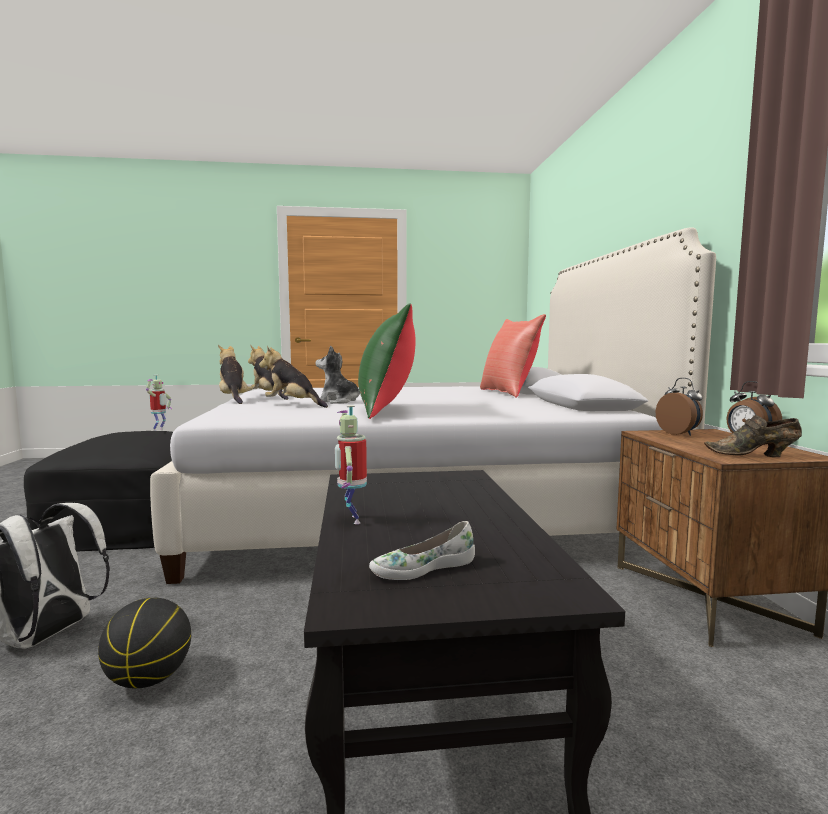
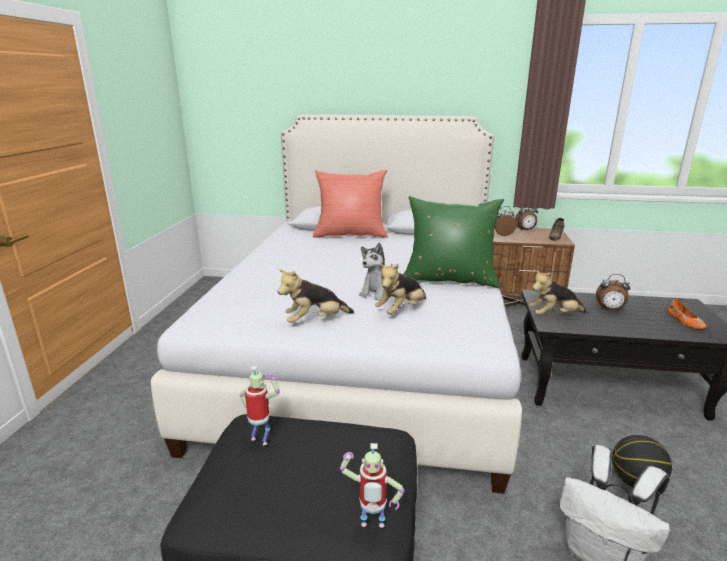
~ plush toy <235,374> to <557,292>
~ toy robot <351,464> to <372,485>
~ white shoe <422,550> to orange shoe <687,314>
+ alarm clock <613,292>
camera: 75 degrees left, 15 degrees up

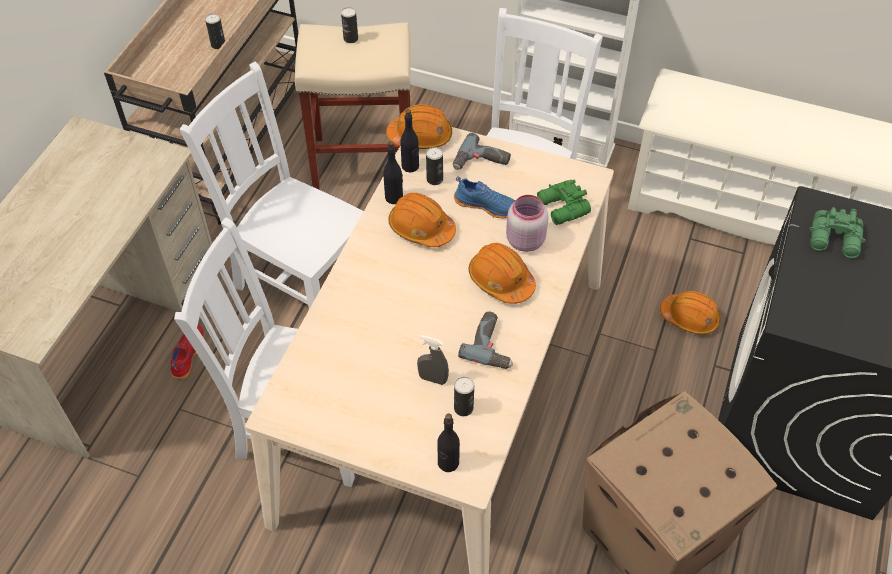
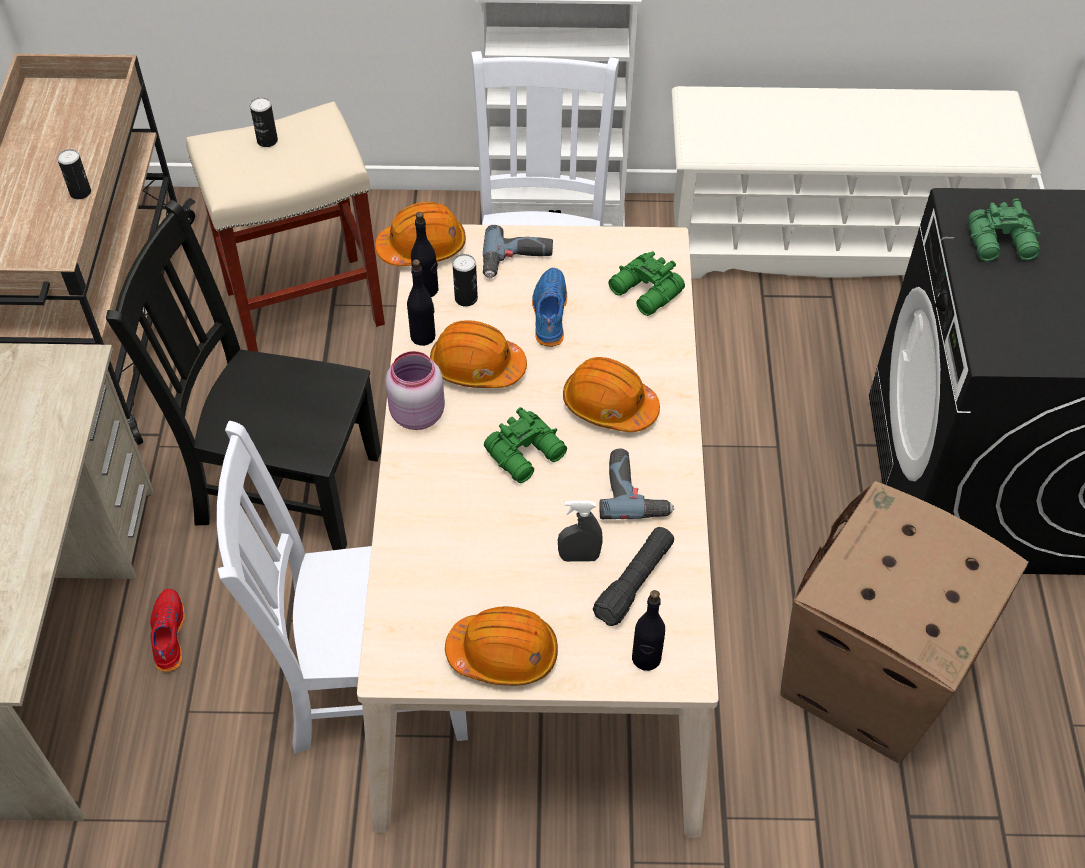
~ white chair <272,185> to black chair <243,375>
~ blue shoe <484,197> = <549,307> 90 degrees counterclockwise
~ can <464,396> to black flashlight <633,576>
~ pink jar <527,223> to <415,390>
~ orange hard hat <690,312> to <501,646>
+ green binoculars <525,445>
camera: 20 degrees left, 0 degrees up

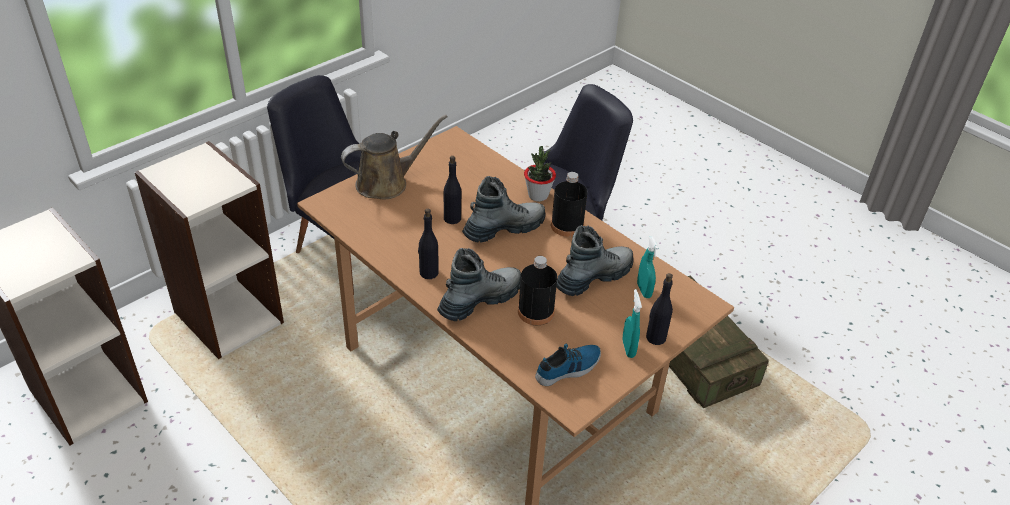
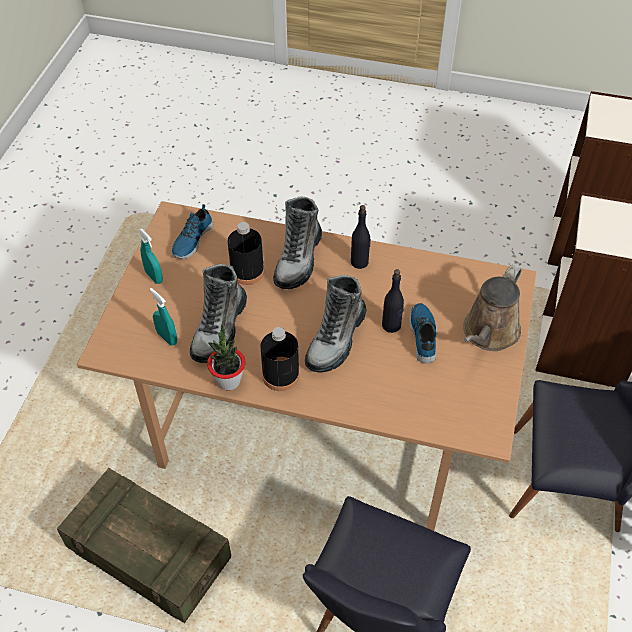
~ potted plant <540,174> to <226,356>
- black bottle <659,309>
+ shoe <423,333>
camera: 150 degrees right, 10 degrees up

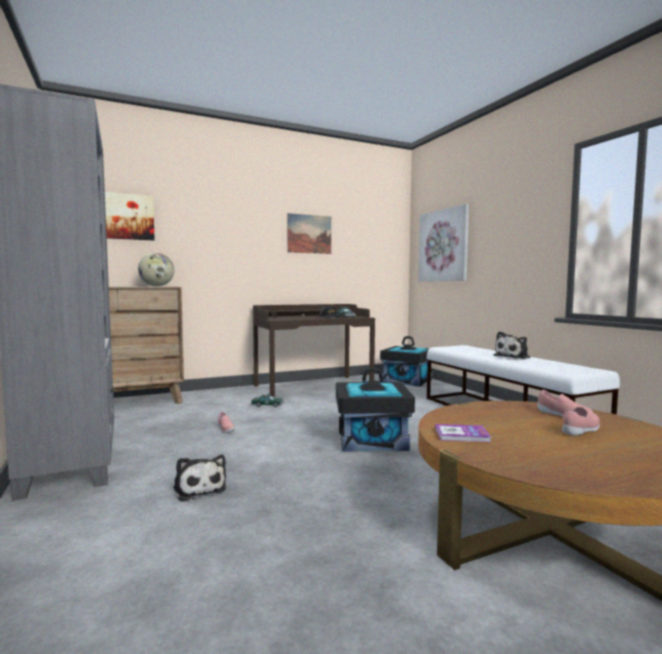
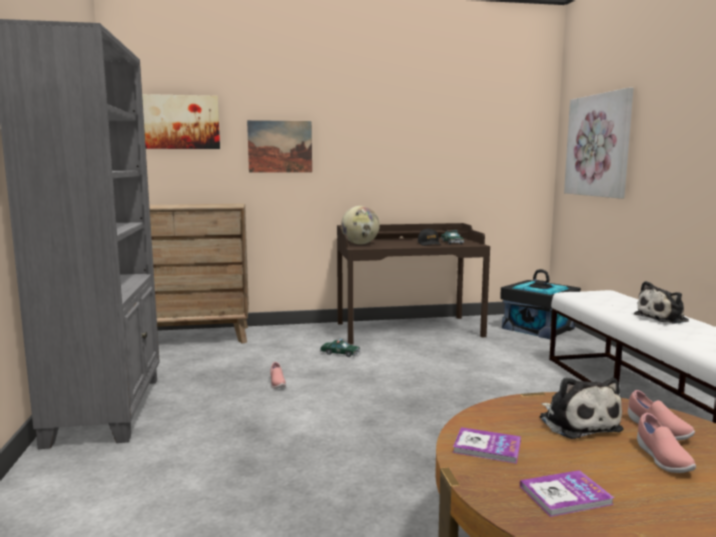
~ globe <156,270> to <360,225>
~ plush toy <200,478> to <582,408>
~ picture <309,233> to <279,146>
- black storage box <375,409>
~ pink shoe <581,421> = <666,443> 105 degrees clockwise
+ book <567,493>
camera: 15 degrees right, 5 degrees up

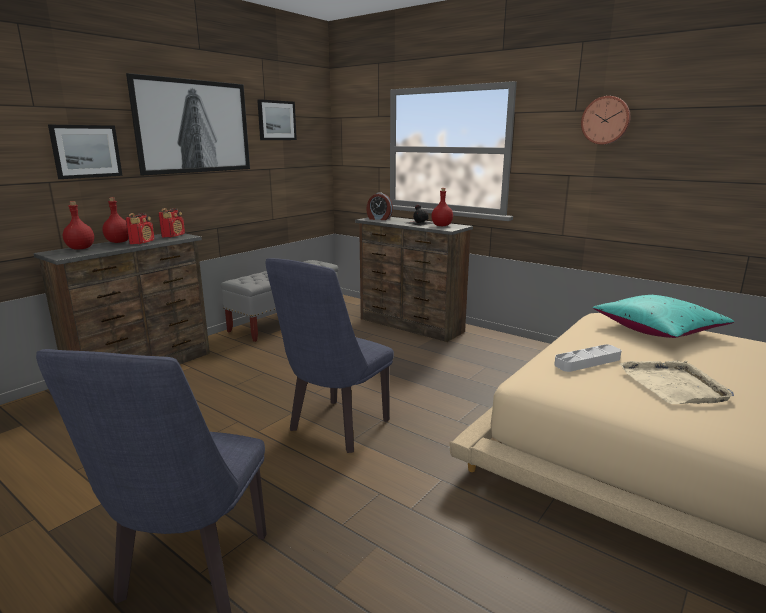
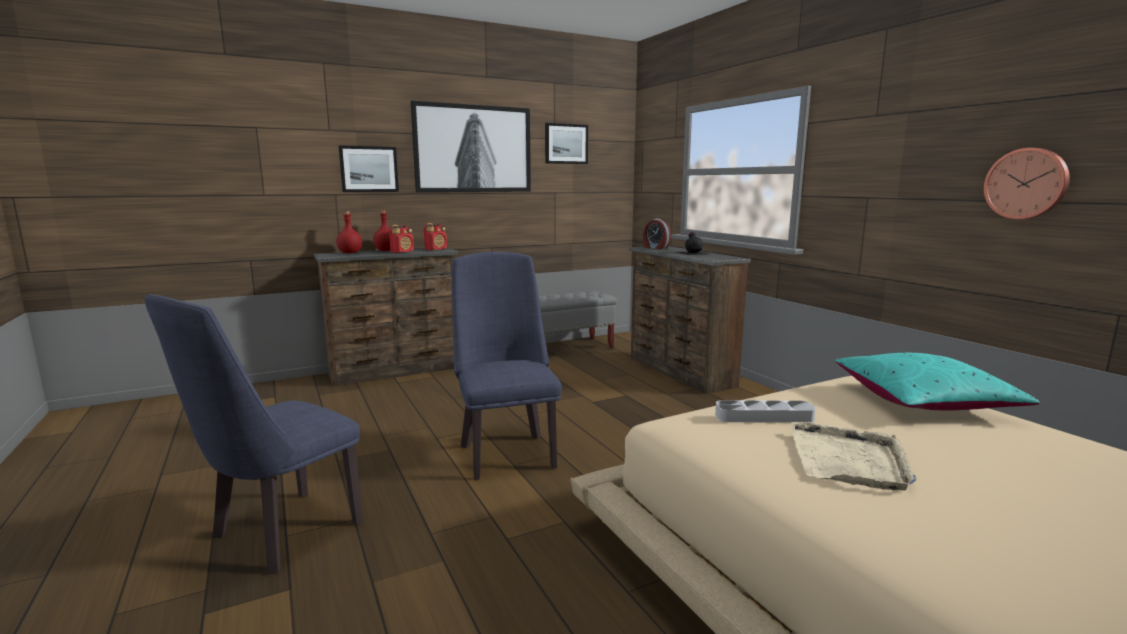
~ blue chair <330,355> = <507,366> 105 degrees clockwise
- red bottle <442,207>
~ wall clock <606,120> to <1027,184>
camera: 25 degrees right, 5 degrees down

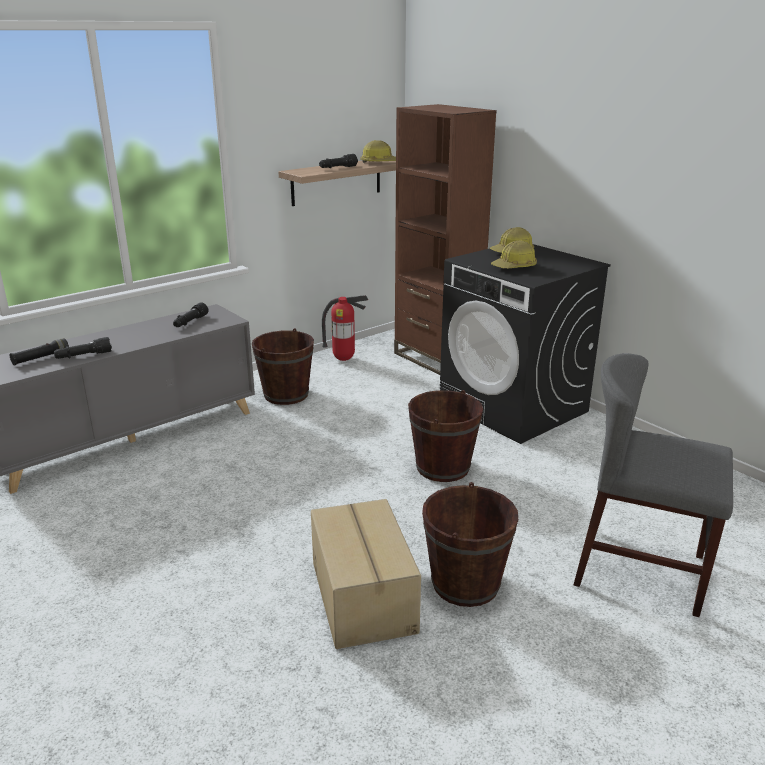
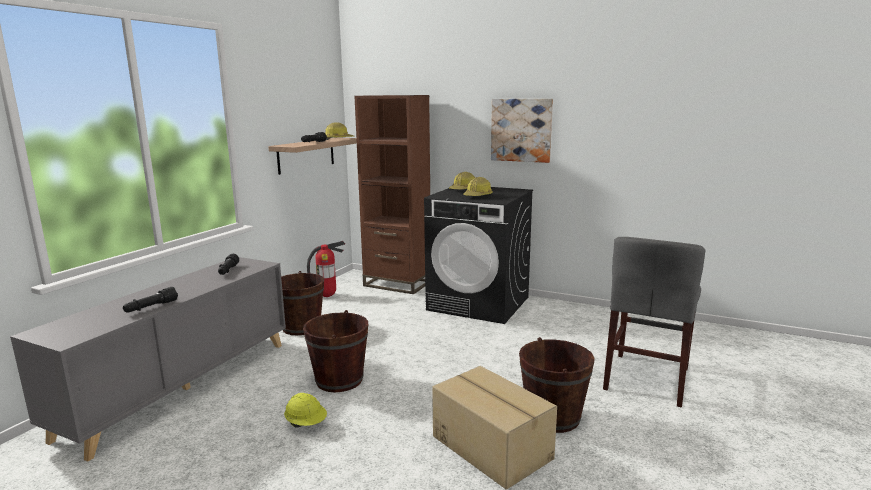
- black flashlight <39,351>
~ brown bucket <445,436> to <335,351>
~ grey chair <653,485> = <654,322> 60 degrees counterclockwise
+ yellow hard hat <305,410>
+ picture <522,131>
camera: 25 degrees left, 10 degrees down

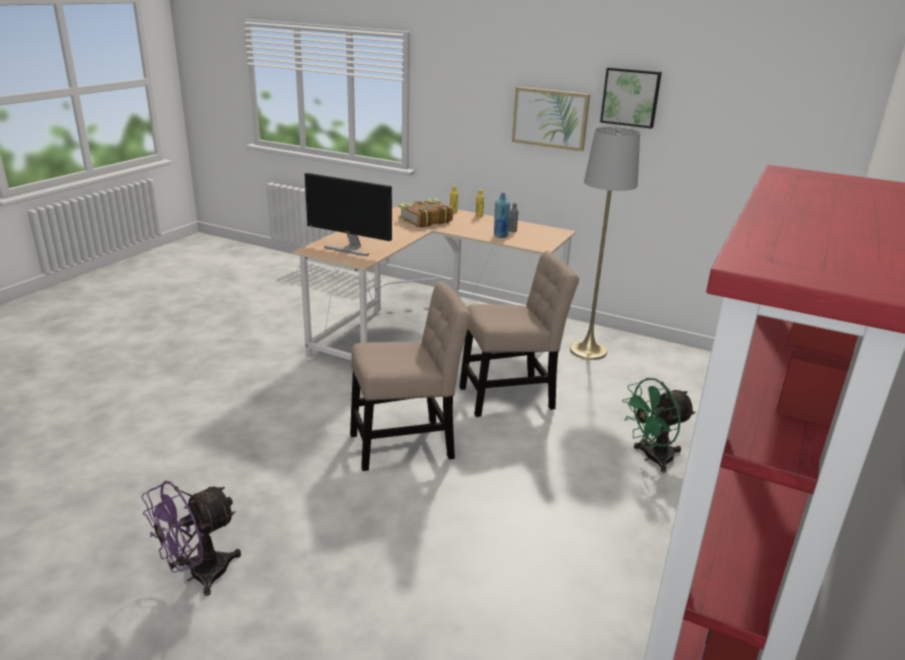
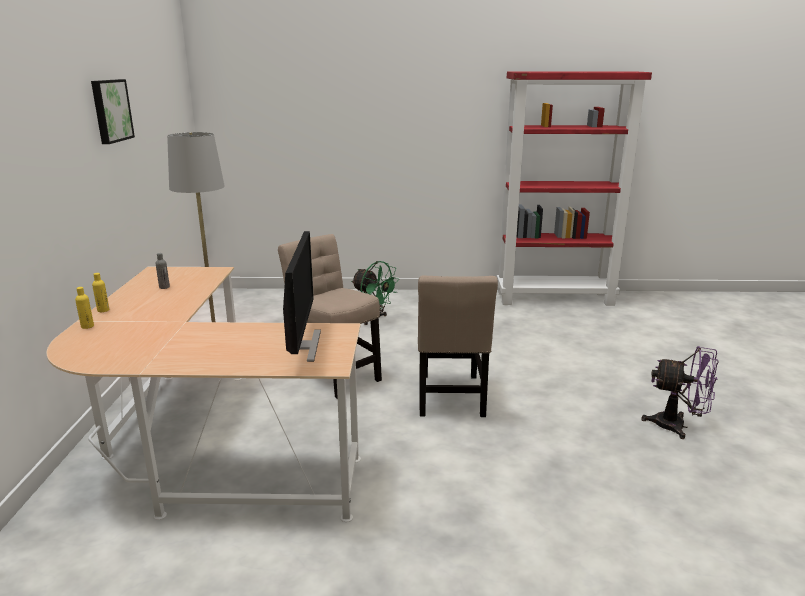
~ beige chair <410,376> = <458,346> 135 degrees counterclockwise
- book <425,213>
- blue bottle <502,215>
- picture <551,119>
camera: 115 degrees left, 5 degrees down

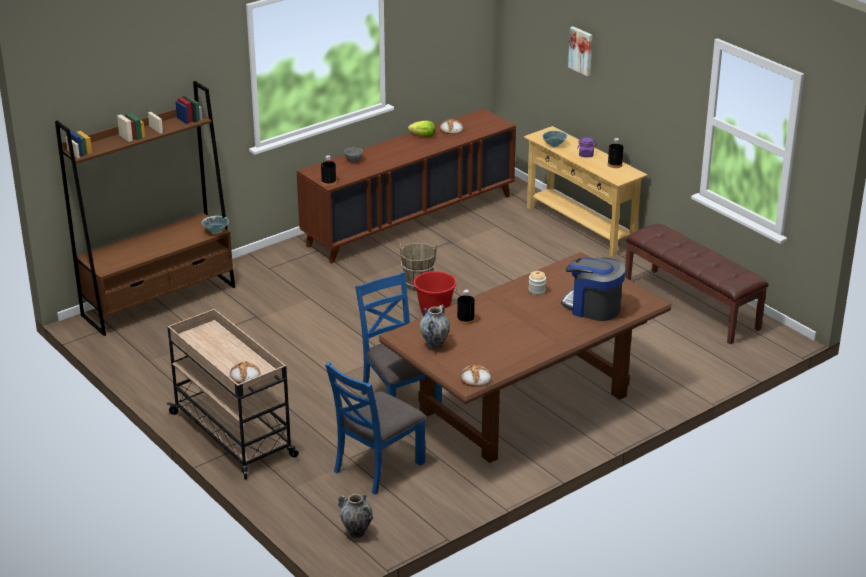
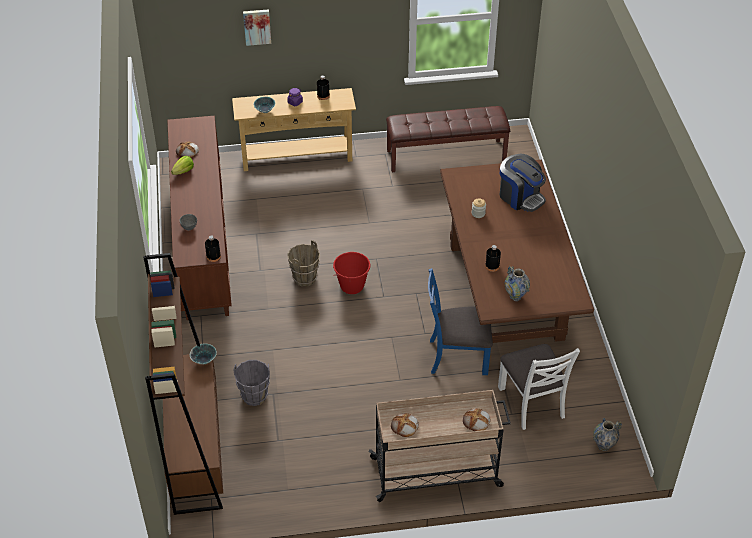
~ blue chair <375,428> to white chair <539,387>
~ bread <476,375> to <405,425>
~ coffee machine <593,289> = <523,183> 105 degrees counterclockwise
+ grey bucket <252,383>
camera: 60 degrees left, 15 degrees up

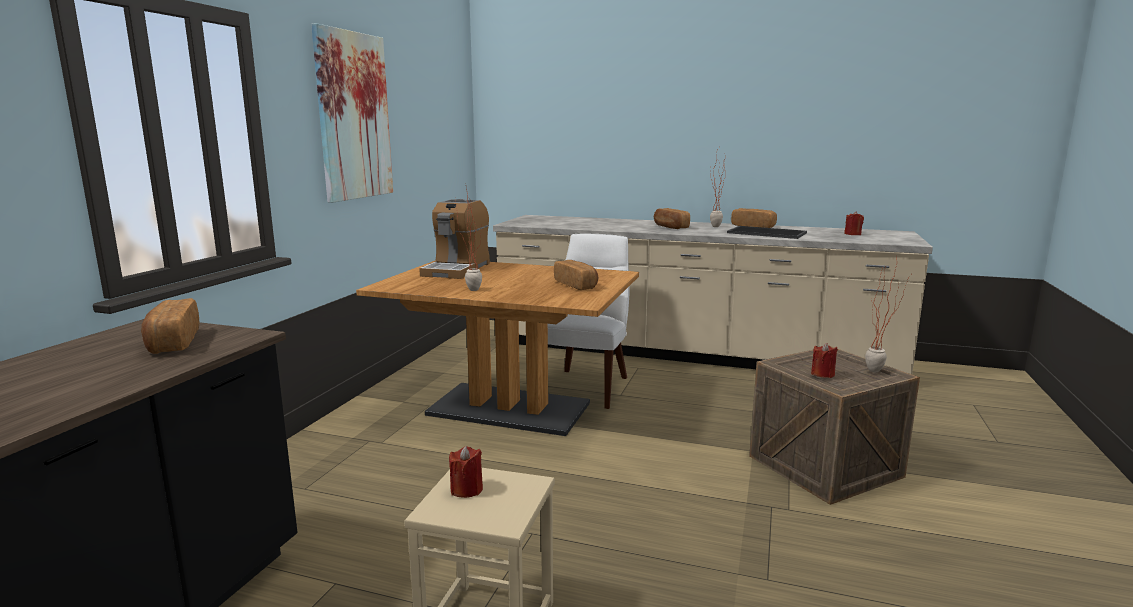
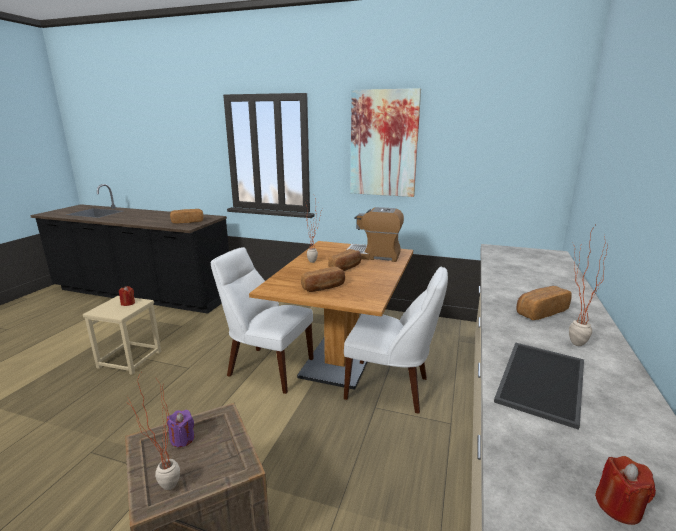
~ bread <754,218> to <344,260>
~ red candle <824,360> to purple candle <180,428>
+ white chair <262,320>
camera: 90 degrees right, 5 degrees up

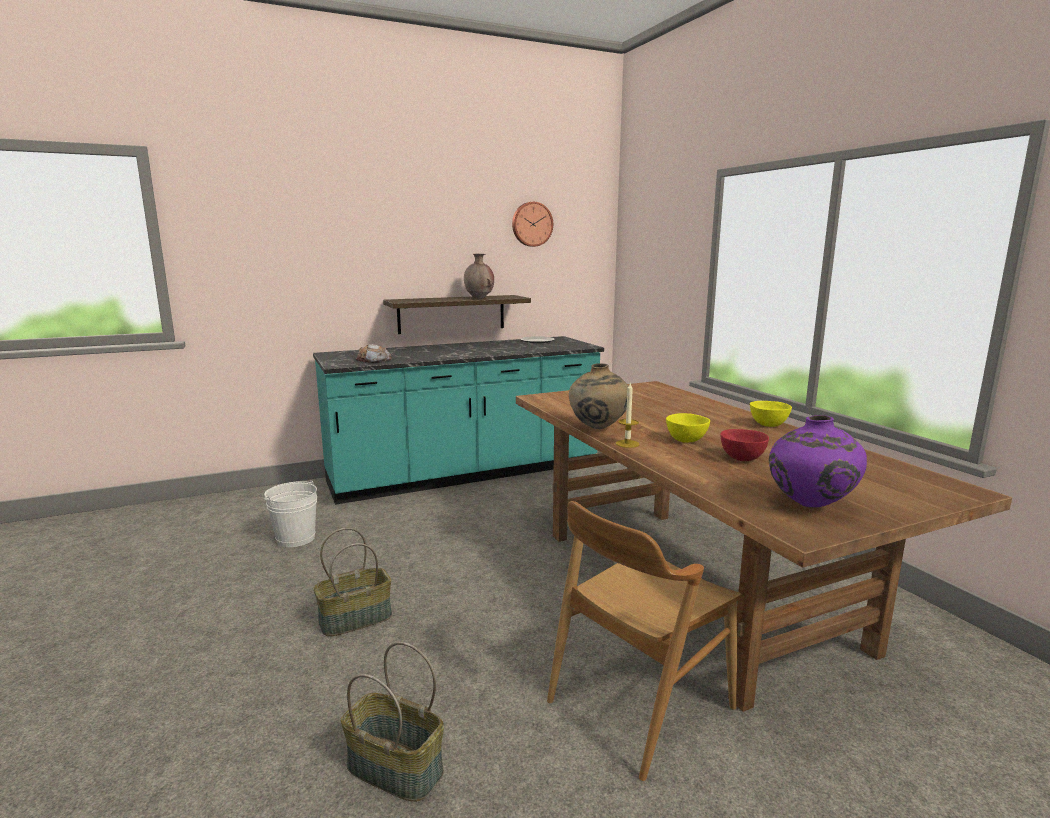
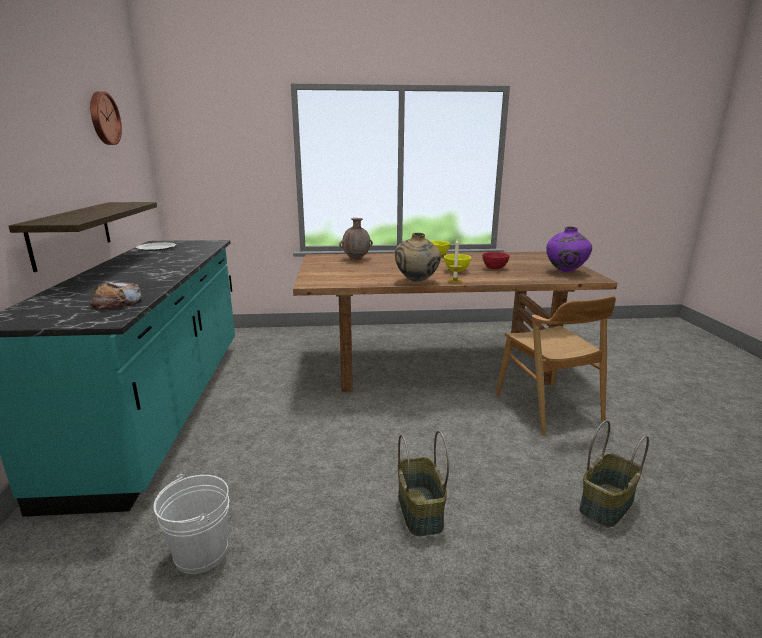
~ brown vase <479,276> to <356,239>
camera: 70 degrees left, 5 degrees up

